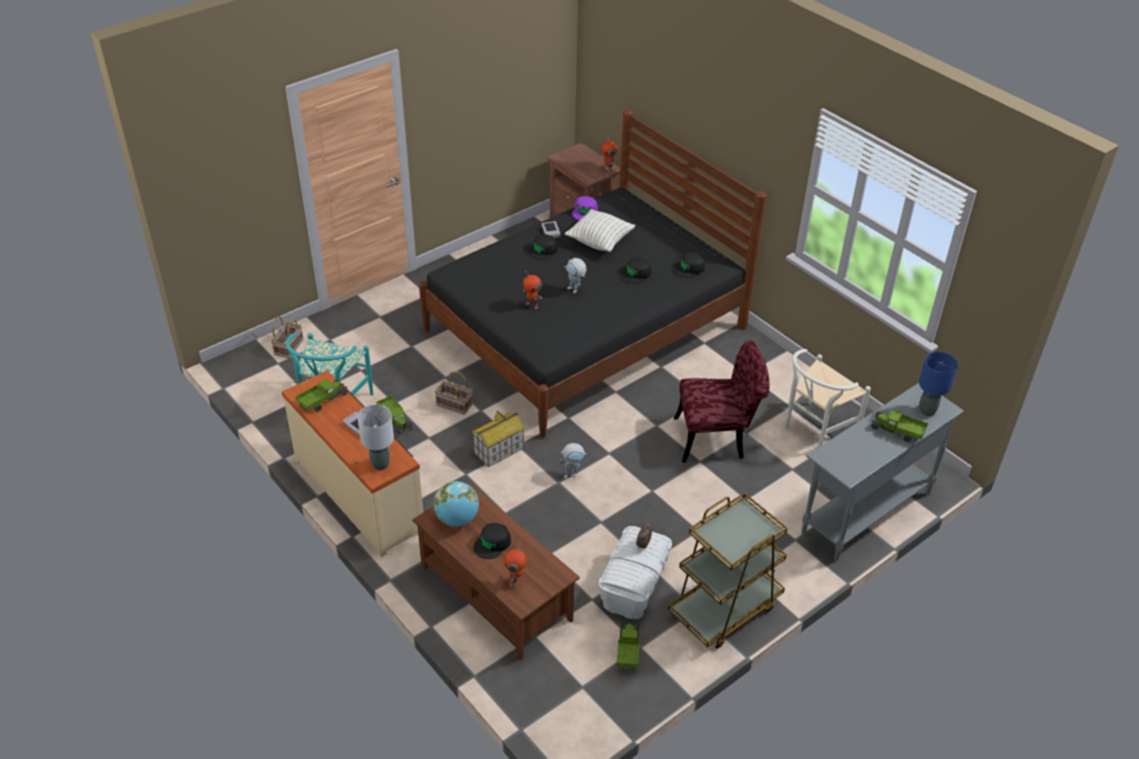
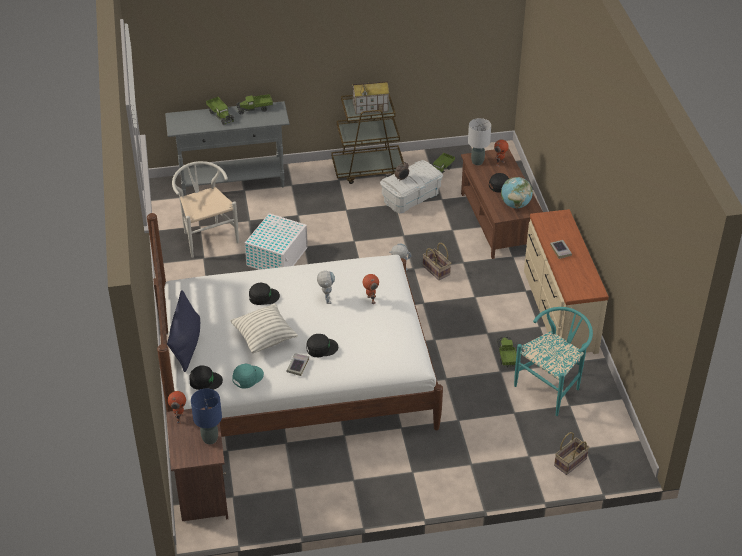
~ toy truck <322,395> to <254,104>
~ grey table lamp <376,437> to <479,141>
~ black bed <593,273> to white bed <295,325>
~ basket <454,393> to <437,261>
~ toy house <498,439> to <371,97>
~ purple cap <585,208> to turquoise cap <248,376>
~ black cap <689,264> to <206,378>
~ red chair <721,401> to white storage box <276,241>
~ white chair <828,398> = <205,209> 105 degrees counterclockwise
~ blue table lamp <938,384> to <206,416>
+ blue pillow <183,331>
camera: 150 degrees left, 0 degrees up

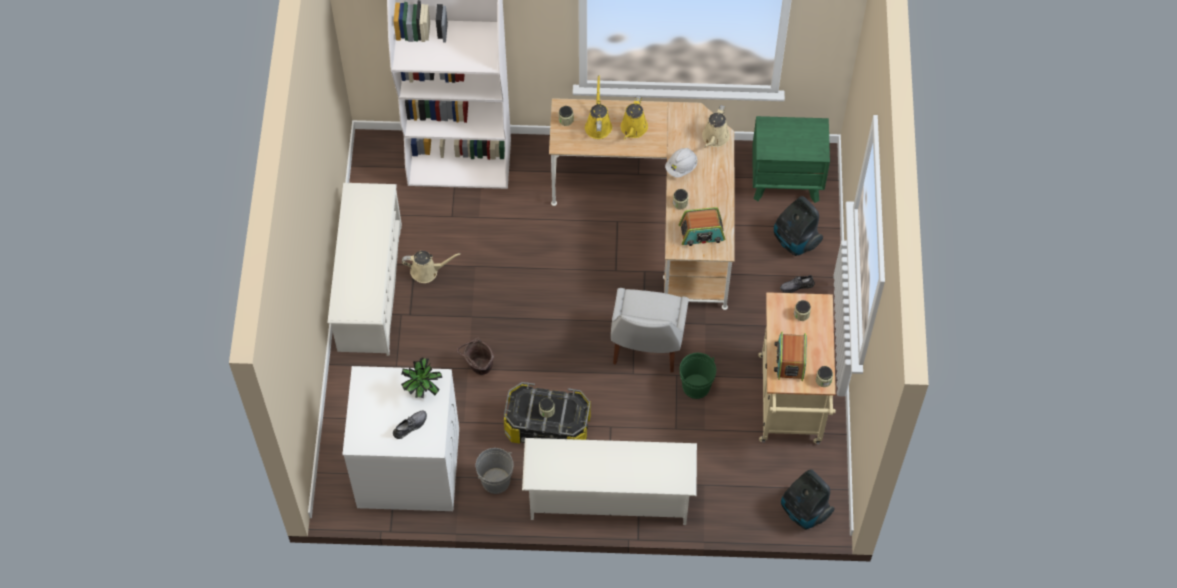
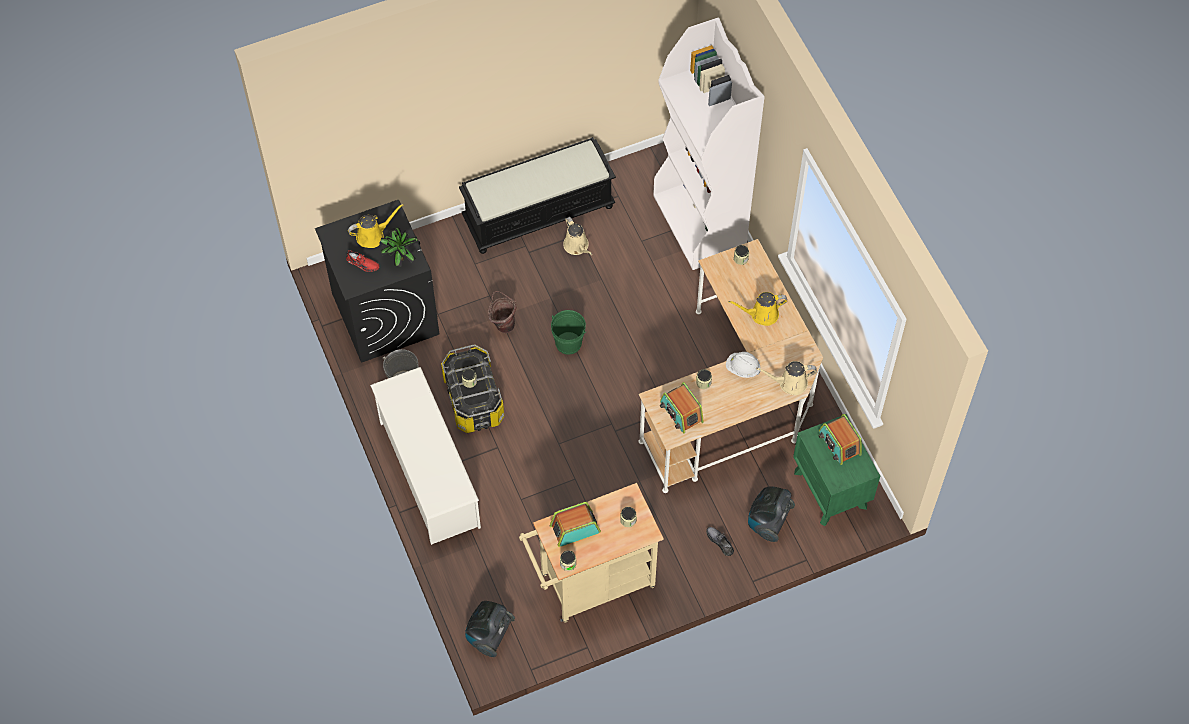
~ white shoe rack <365,269> to black bench <537,195>
~ white washing machine <400,438> to black washing machine <377,281>
~ grey shoe <410,425> to red shoe <363,261>
~ yellow watering can <598,107> to <376,226>
- white chair <650,330>
~ green bucket <698,376> to <568,332>
+ radio <840,439>
camera: 65 degrees right, 0 degrees up

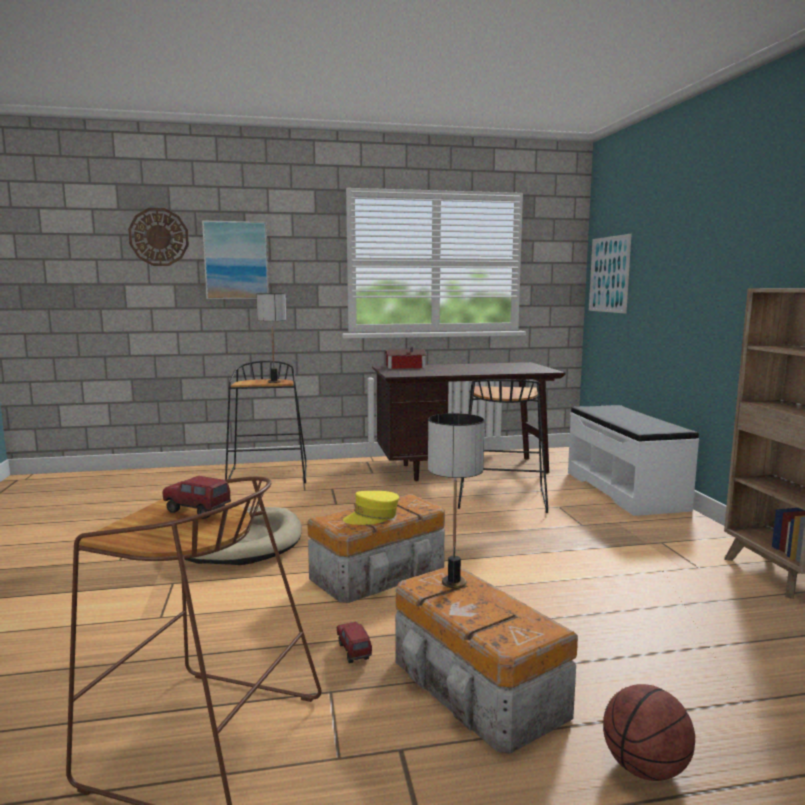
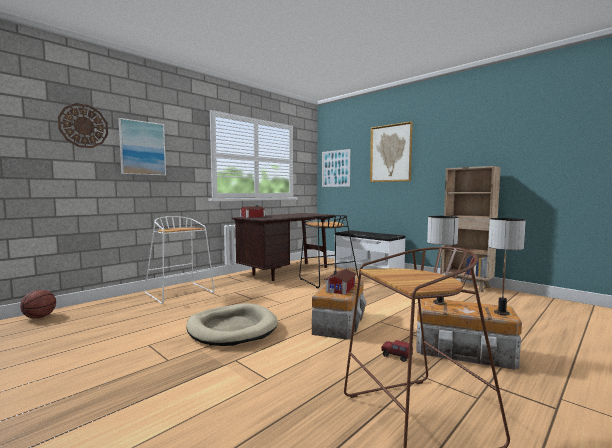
- toy truck <196,497>
~ black stool <266,422> to white stool <179,260>
~ table lamp <271,338> to <507,266>
~ yellow cap <371,508> to toy house <340,282>
~ basketball <649,732> to <38,304>
+ picture <391,151>
camera: 35 degrees left, 5 degrees down

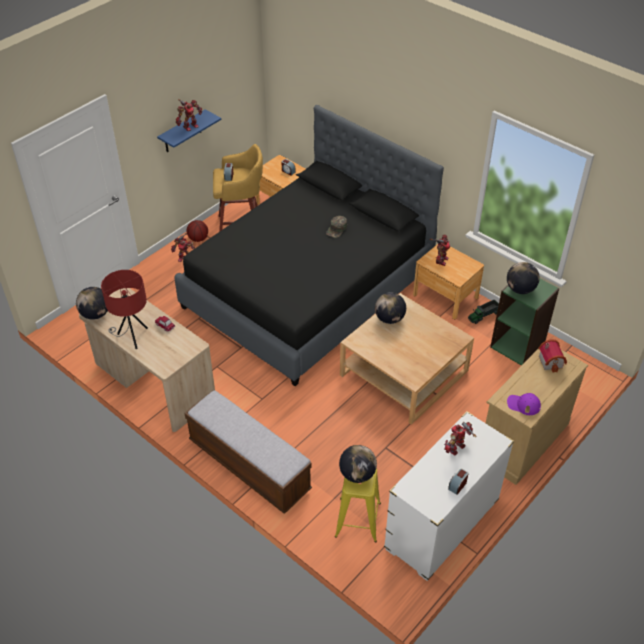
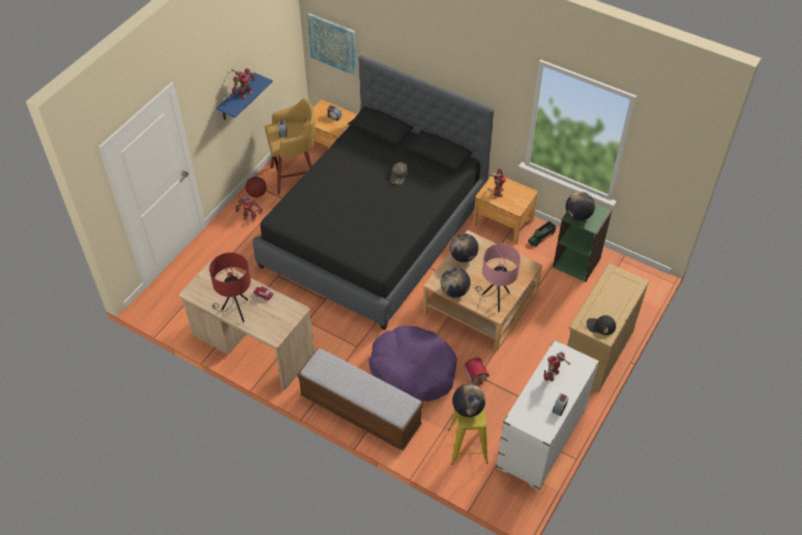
~ globe <92,303> to <456,283>
~ purple cap <524,404> to black cap <601,325>
~ toy house <552,356> to <476,371>
+ picture <332,44>
+ purple dog bed <413,363>
+ pink table lamp <498,278>
camera: 10 degrees left, 5 degrees up

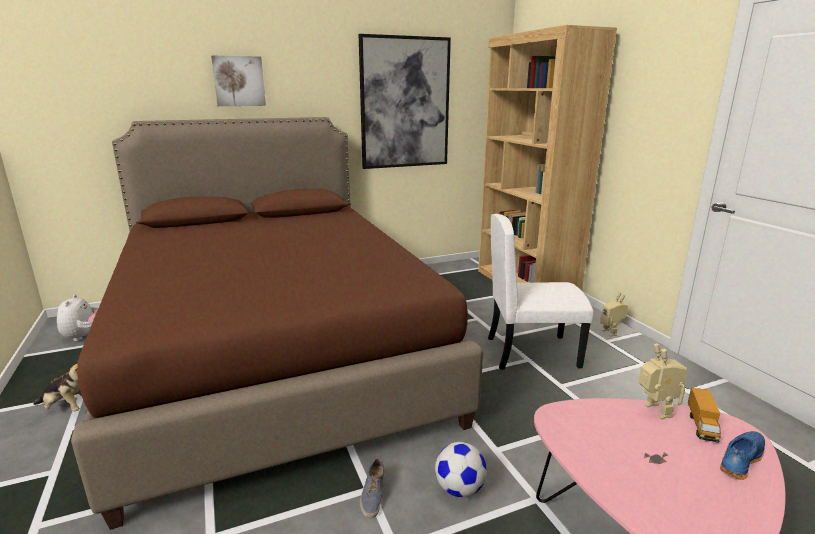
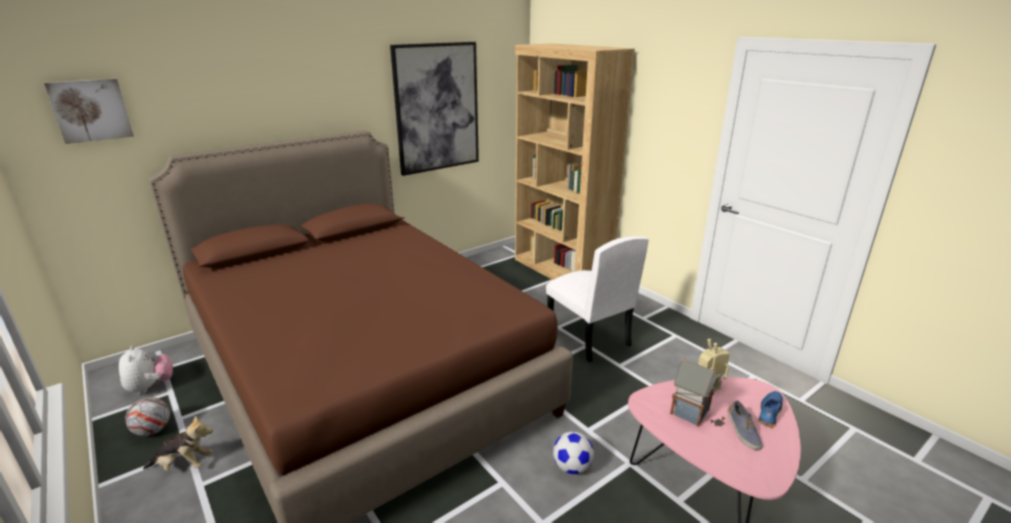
~ picture <238,80> to <89,111>
~ shoe <372,488> to <745,425>
~ white chair <541,291> = <597,299> 105 degrees counterclockwise
- toy robot <614,314>
- toy truck <704,415>
+ football <147,416>
+ toy house <694,392>
camera: 15 degrees left, 5 degrees up

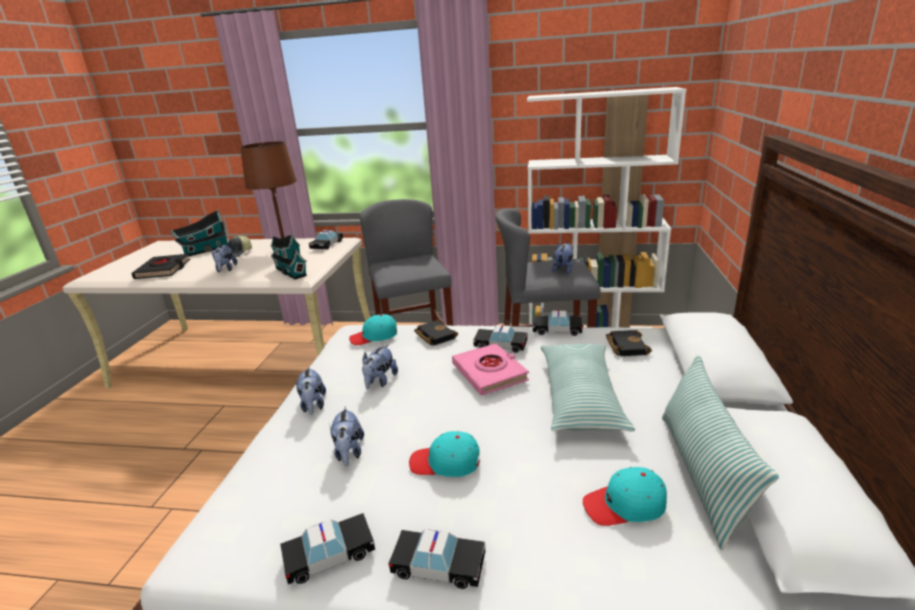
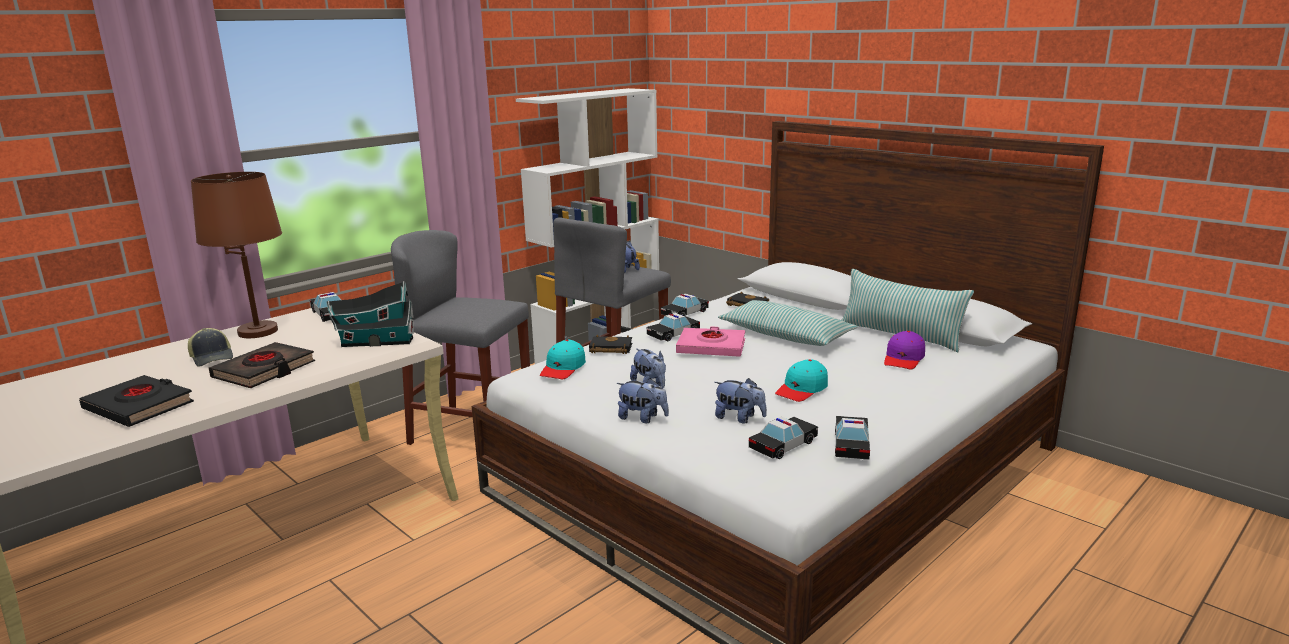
- toy house <199,233>
~ plush toy <224,258> to black book <262,365>
~ toy car <437,559> to <783,438>
~ turquoise cap <625,496> to purple cap <904,350>
camera: 55 degrees left, 5 degrees down

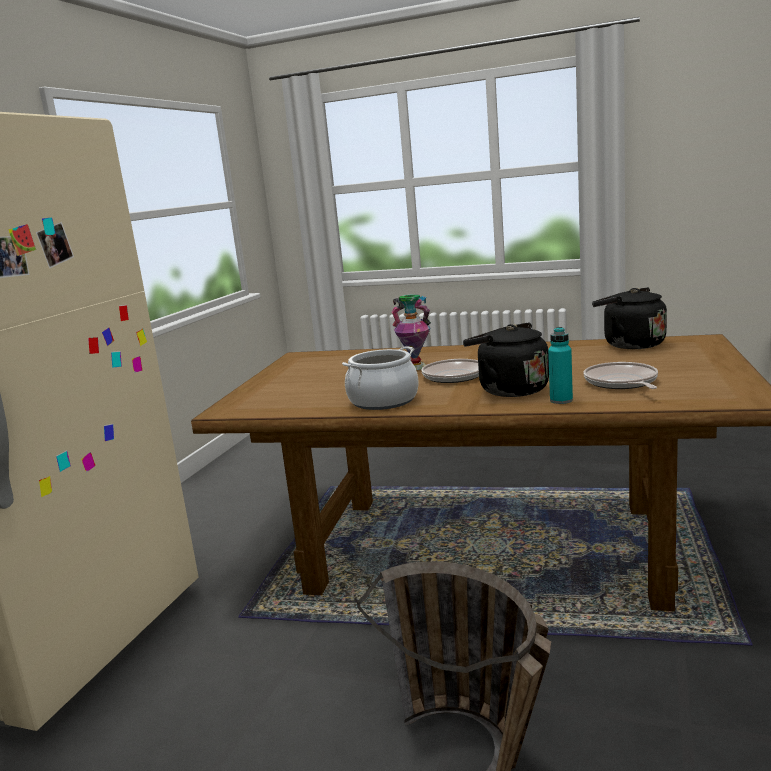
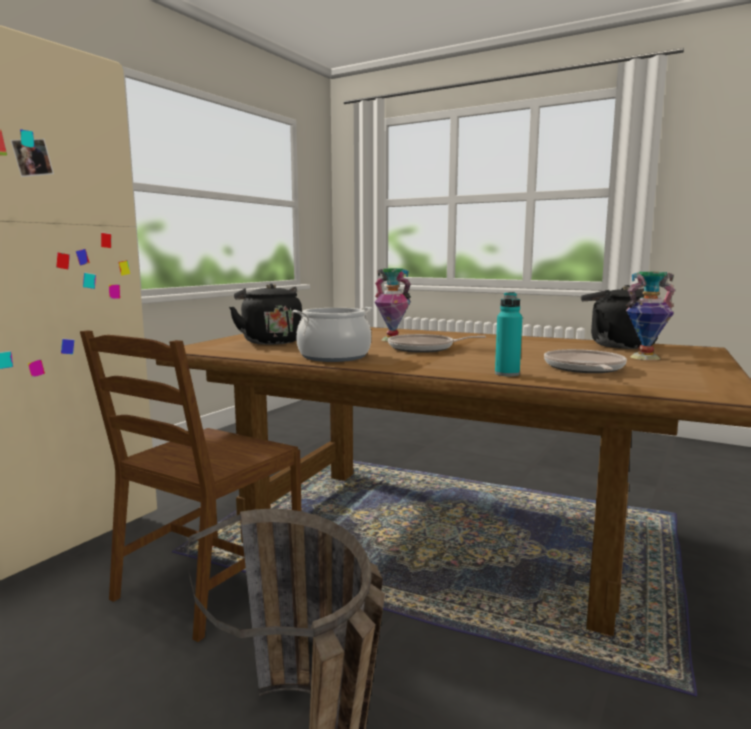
~ black kettle <506,360> to <265,314>
+ brown chair <190,486>
+ vase <651,315>
camera: 10 degrees right, 5 degrees down

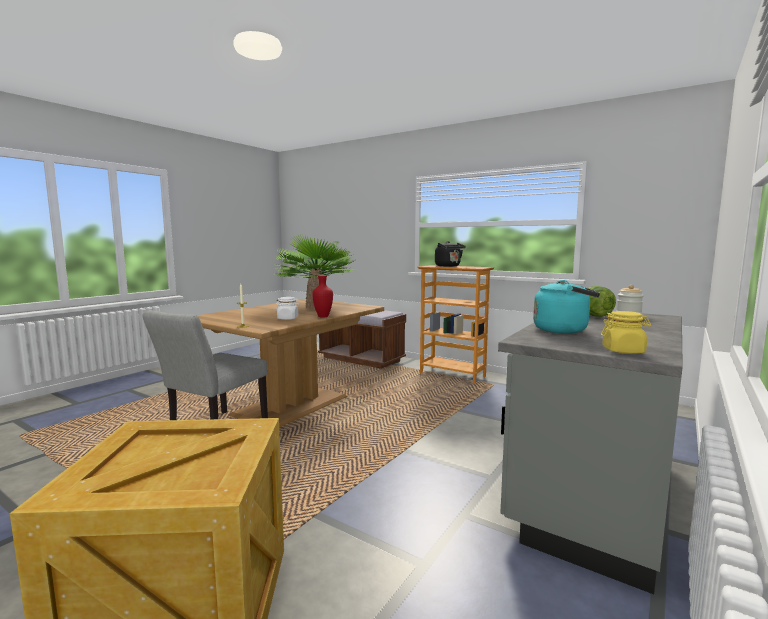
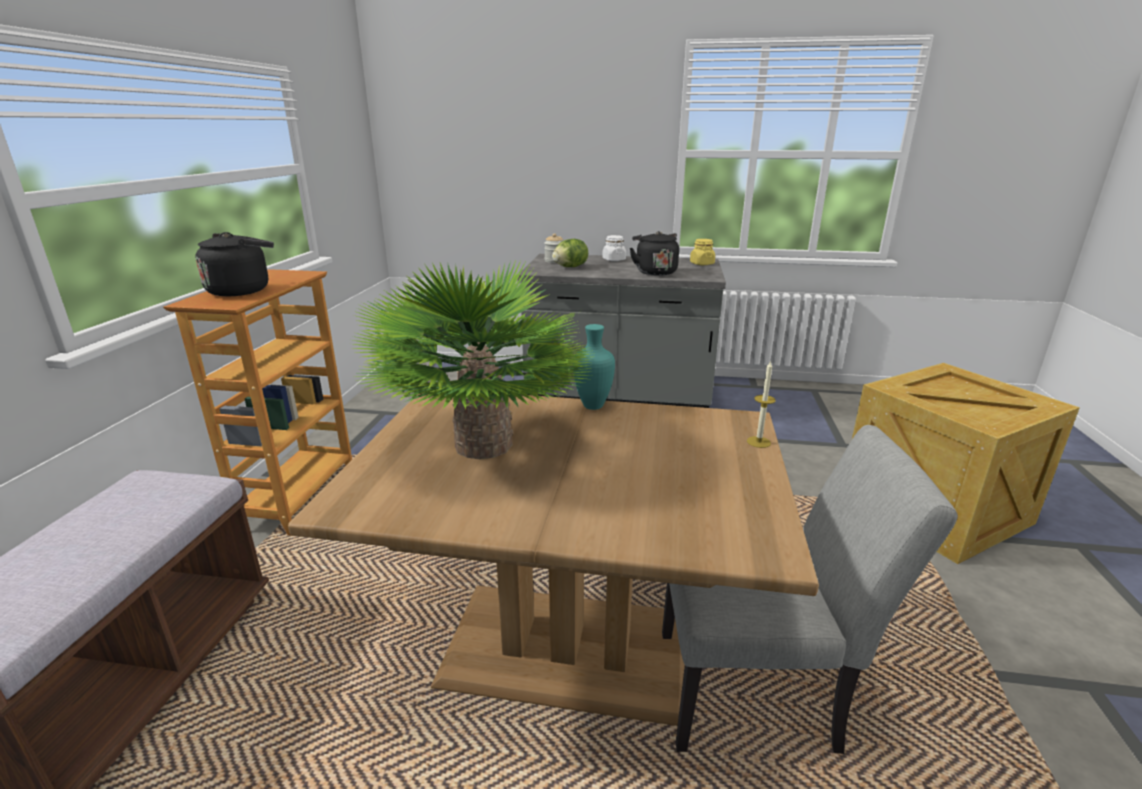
~ white jar <288,308> to <614,248>
~ red vase <322,296> to turquoise vase <594,367>
~ turquoise kettle <566,307> to black kettle <654,253>
camera: 115 degrees left, 15 degrees up

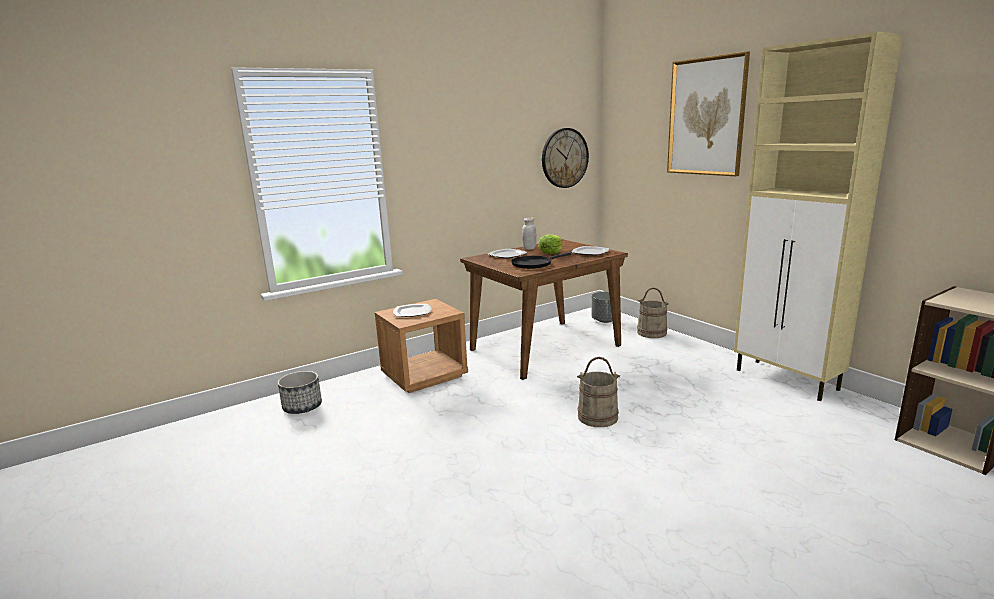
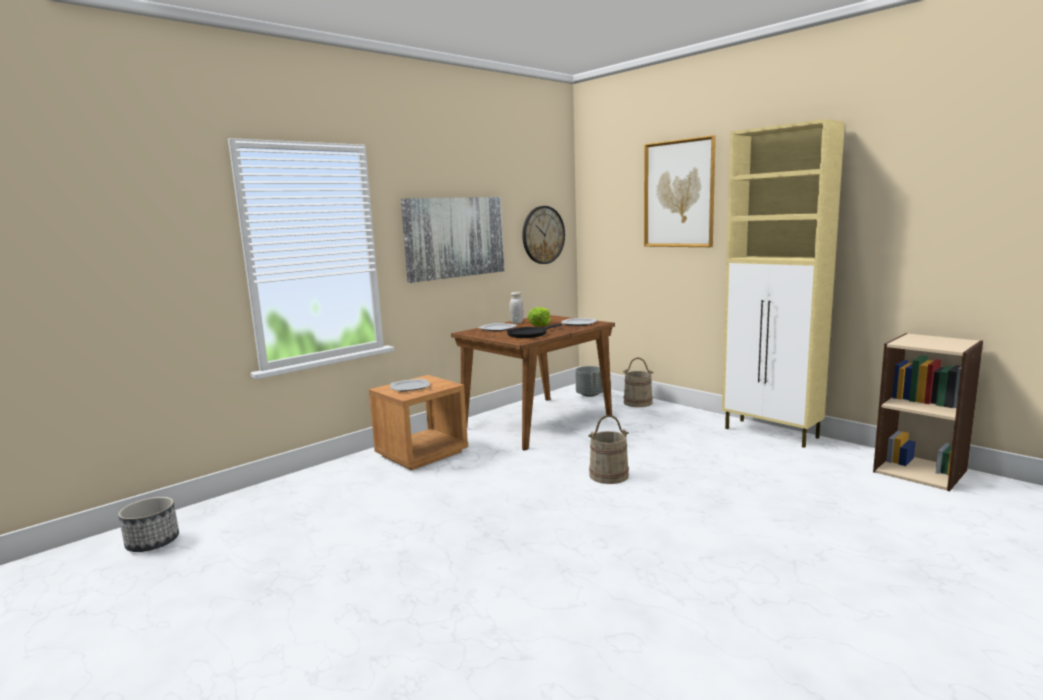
~ planter <300,392> to <148,524>
+ picture <452,240>
camera: 10 degrees left, 5 degrees down

